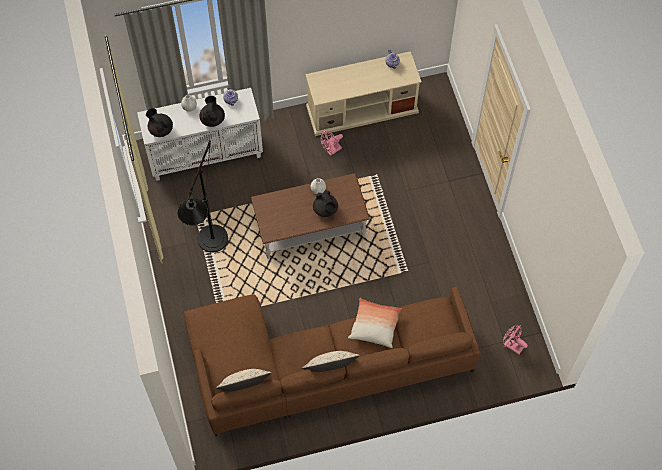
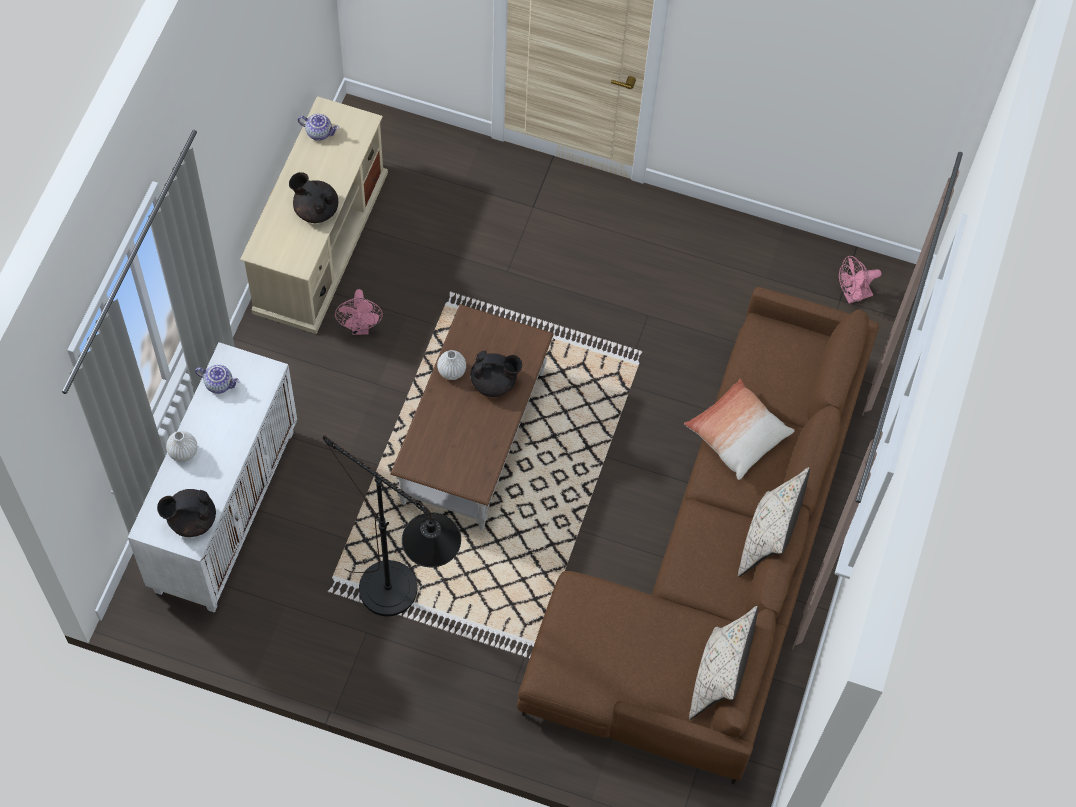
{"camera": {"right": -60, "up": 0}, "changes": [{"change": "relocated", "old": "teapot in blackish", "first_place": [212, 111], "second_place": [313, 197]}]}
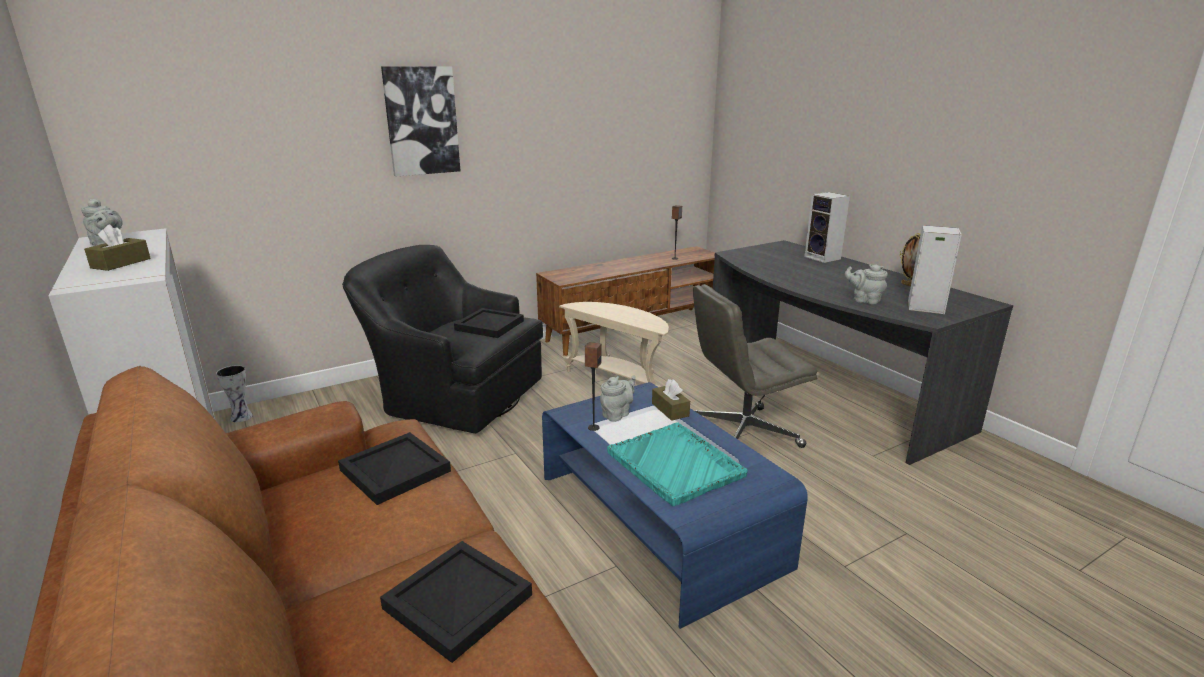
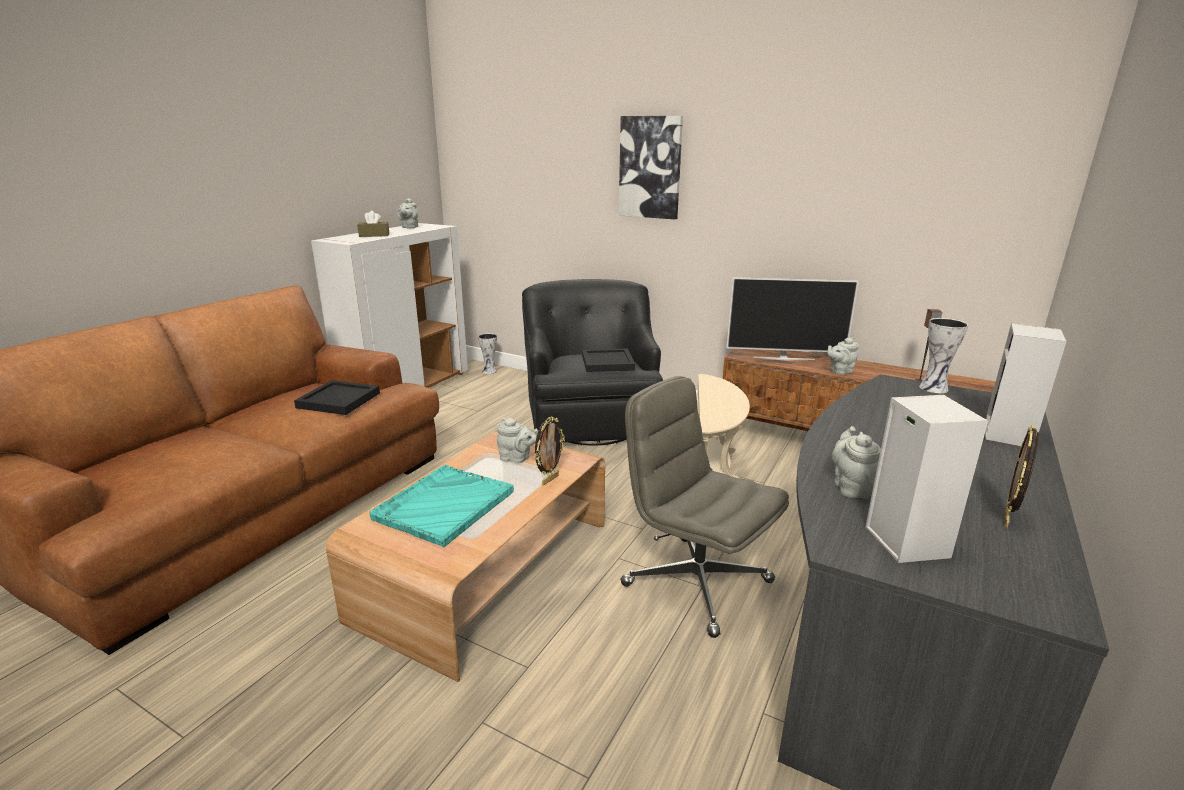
{"camera": {"right": 60, "up": 0}, "changes": [{"change": "missing", "old": "loudspeaker", "first_place": [593, 386]}, {"change": "exchanged", "old": "tissue holder in brownish", "new": "picture frame", "first_place": [671, 400], "second_place": [550, 451]}, {"change": "colour", "old": "coffee table in bluish", "new": "coffee table in brownish", "first_place": [675, 505], "second_place": [465, 556]}, {"change": "missing", "old": "tray in blackish", "first_place": [456, 602]}, {"change": "appeared", "new": "television", "second_place": [792, 318]}, {"change": "appeared", "new": "vase", "second_place": [943, 355]}, {"change": "appeared", "new": "teapot in grey", "second_place": [843, 356]}]}
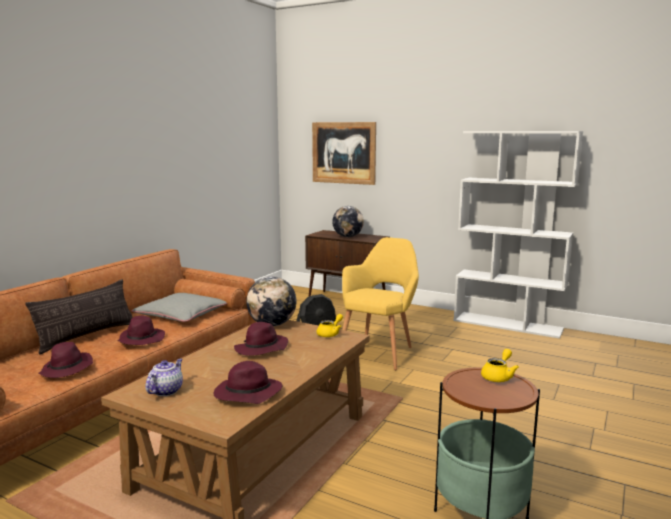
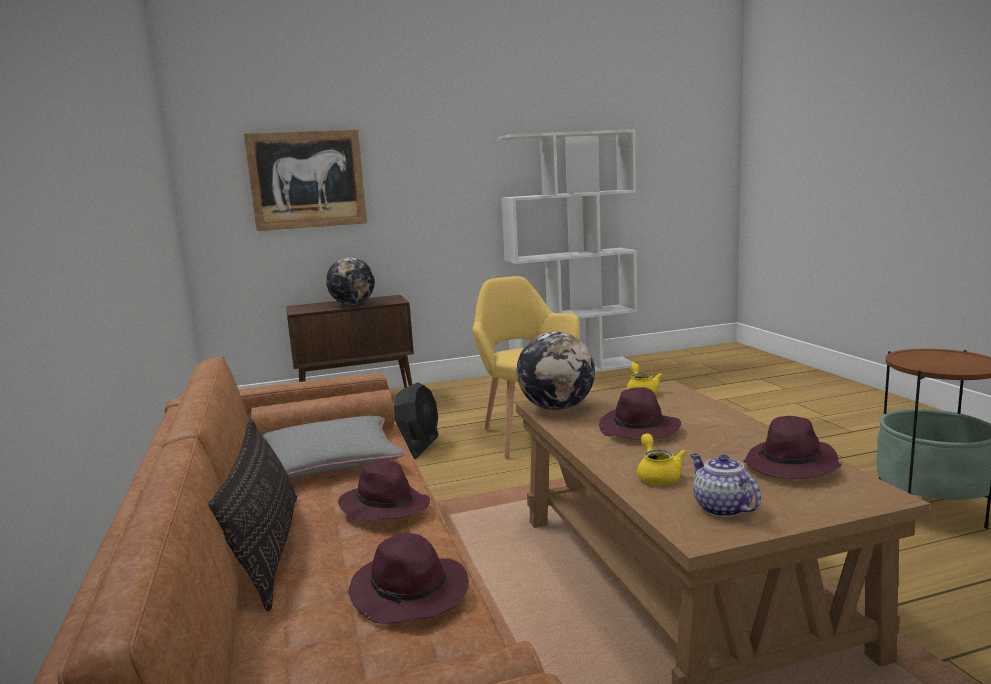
{"camera": {"right": -45, "up": 0}, "changes": [{"change": "relocated", "old": "teapot in yellow-coloured", "first_place": [500, 365], "second_place": [662, 459]}]}
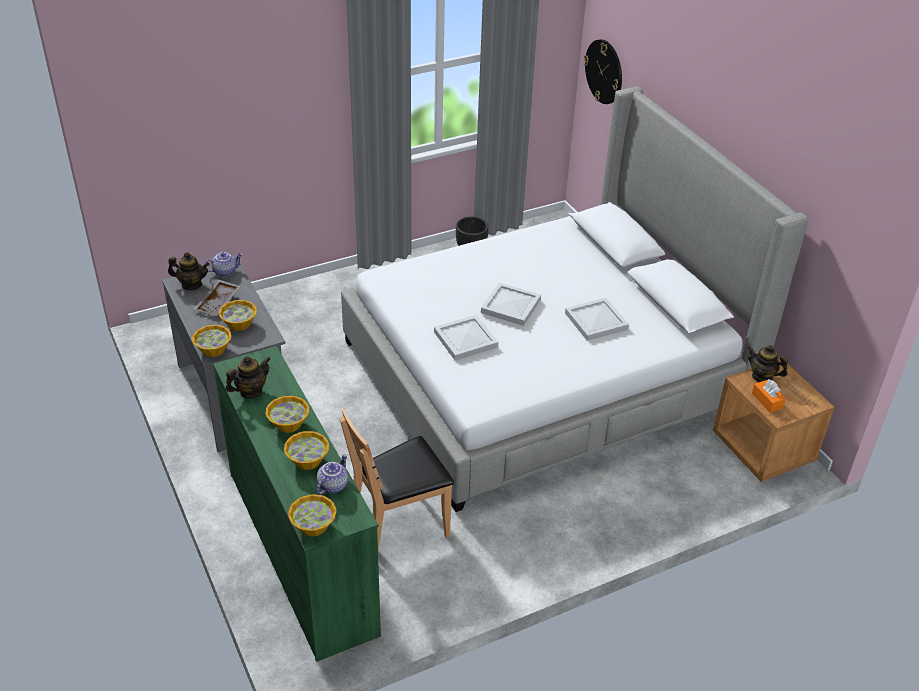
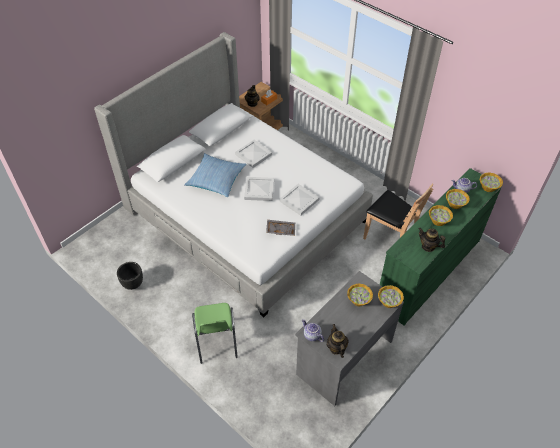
{"camera": {"right": -110, "up": 10}, "changes": [{"change": "missing", "old": "hanging clock", "first_place": [602, 71]}, {"change": "relocated", "old": "tray in grey", "first_place": [217, 298], "second_place": [280, 228]}, {"change": "appeared", "new": "throw pillow", "second_place": [215, 175]}, {"change": "appeared", "new": "plain chair in green-coloured", "second_place": [215, 333]}]}
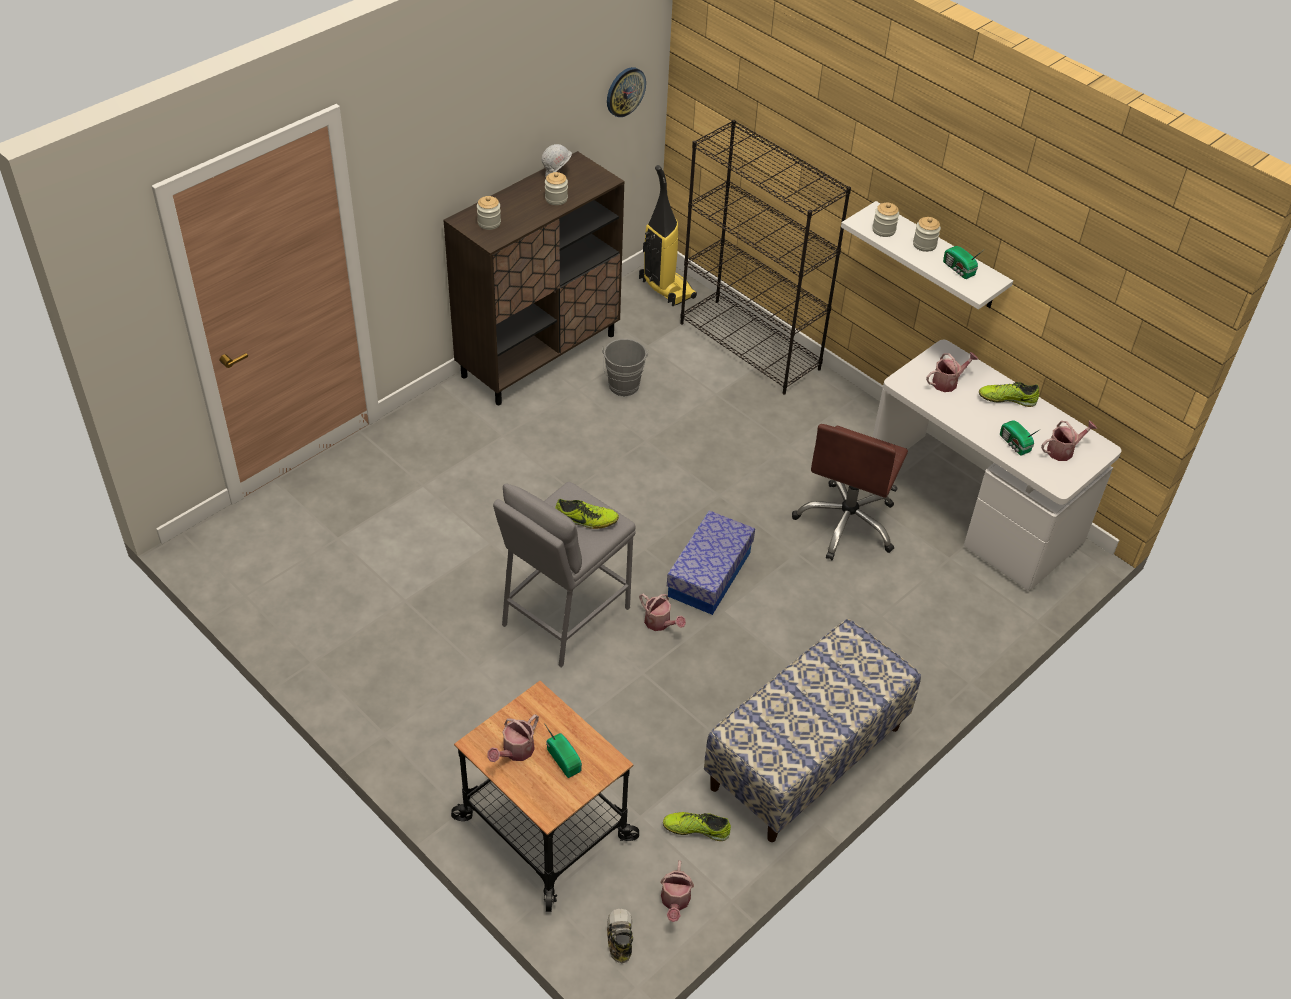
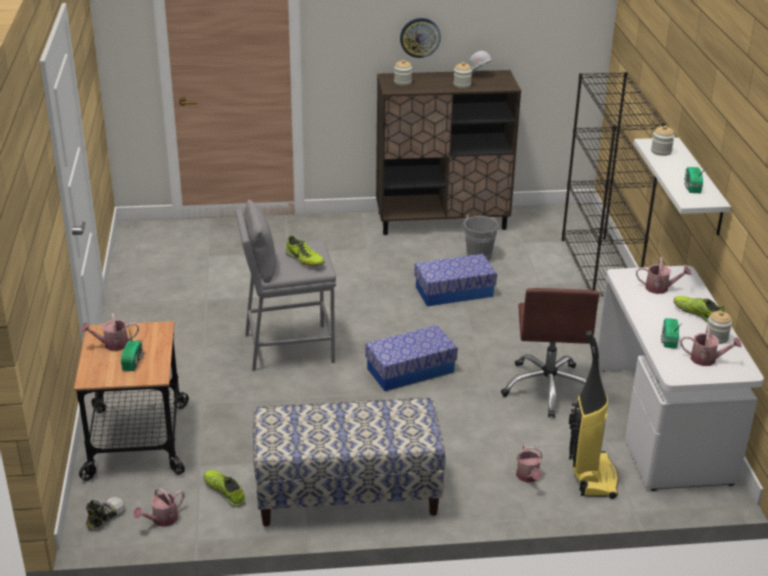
{"camera": {"right": 40, "up": -15}, "changes": [{"change": "relocated", "old": "hanging clock", "first_place": [626, 92], "second_place": [420, 38]}, {"change": "relocated", "old": "vacuum cleaner", "first_place": [668, 235], "second_place": [594, 415]}, {"change": "relocated", "old": "preserve jar", "first_place": [927, 234], "second_place": [719, 327]}, {"change": "spun", "old": "desk chair in brownish", "first_place": [850, 492], "second_place": [550, 353], "degrees": -60}, {"change": "relocated", "old": "watering can", "first_place": [662, 612], "second_place": [529, 463]}, {"change": "appeared", "new": "storage box", "second_place": [455, 280]}]}
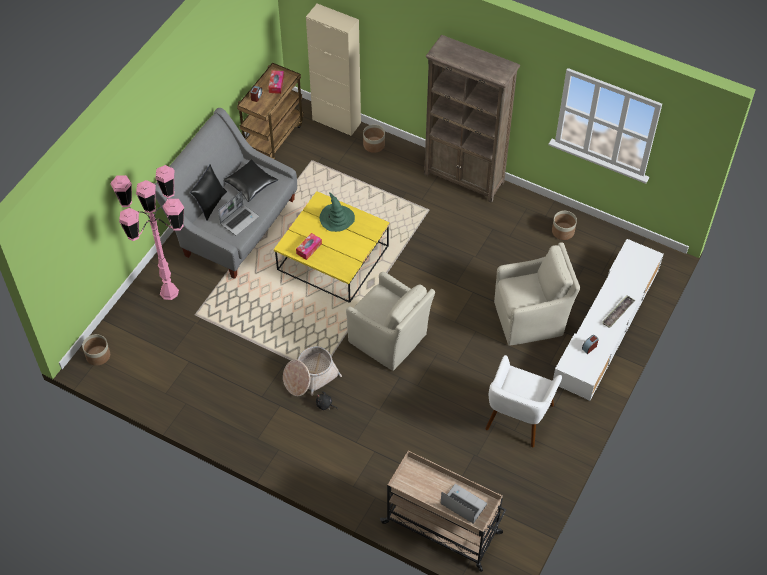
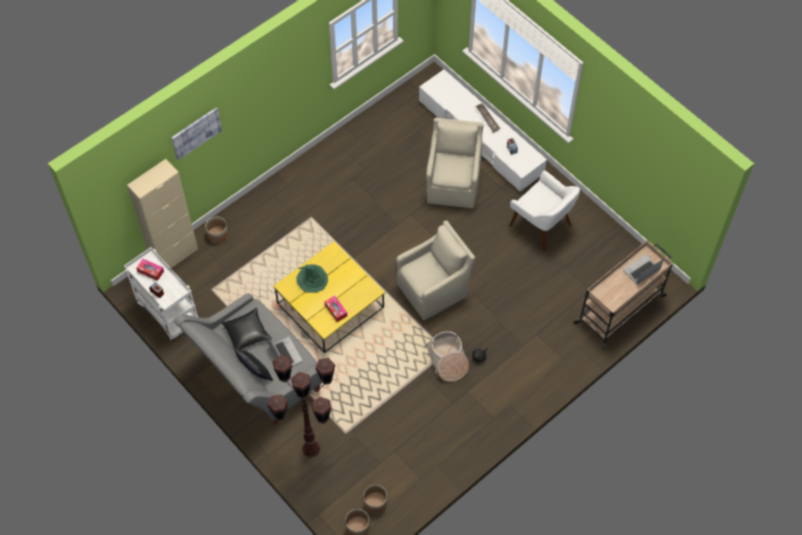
{"camera": {"right": -70, "up": 5}, "changes": [{"change": "missing", "old": "bookshelf in brownish", "first_place": [472, 119]}, {"change": "colour", "old": "trolley in brownish", "new": "trolley in white-coloured", "first_place": [270, 111], "second_place": [161, 294]}, {"change": "colour", "old": "floor lamp in pink-coloured", "new": "floor lamp in brownish", "first_place": [147, 232], "second_place": [301, 406]}, {"change": "relocated", "old": "planter", "first_place": [564, 225], "second_place": [375, 499]}, {"change": "appeared", "new": "picture", "second_place": [196, 134]}]}
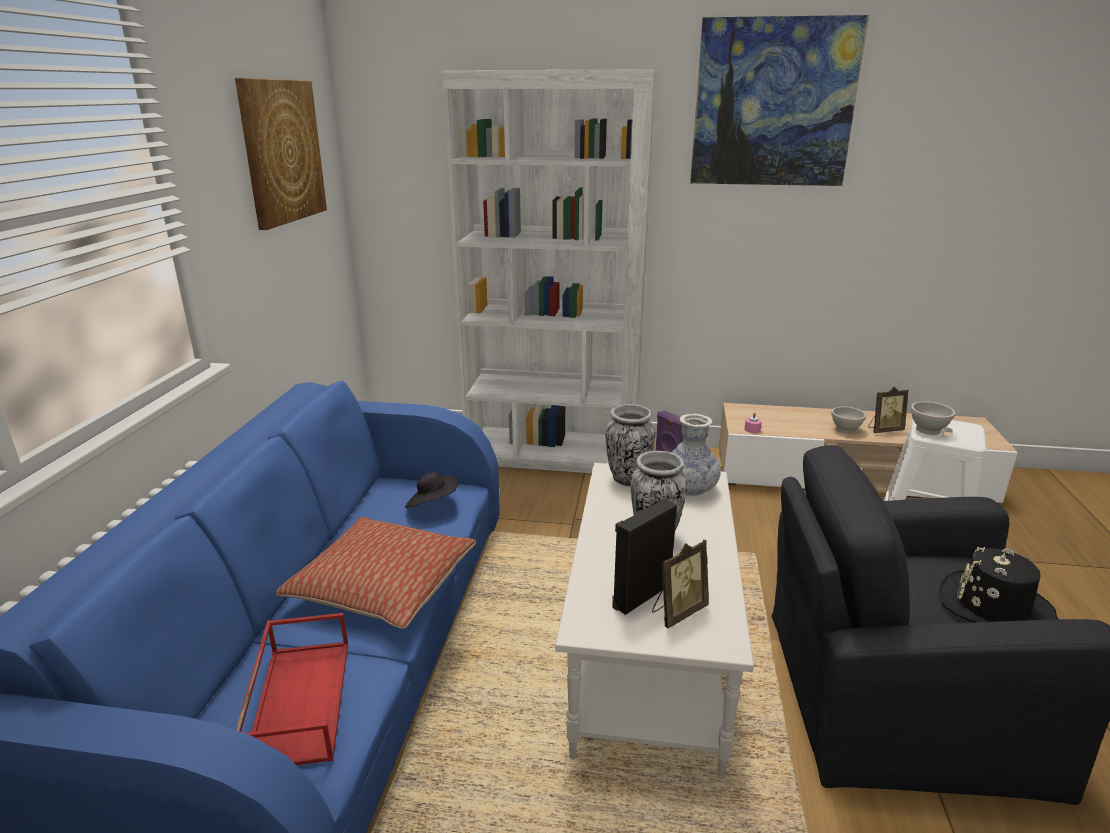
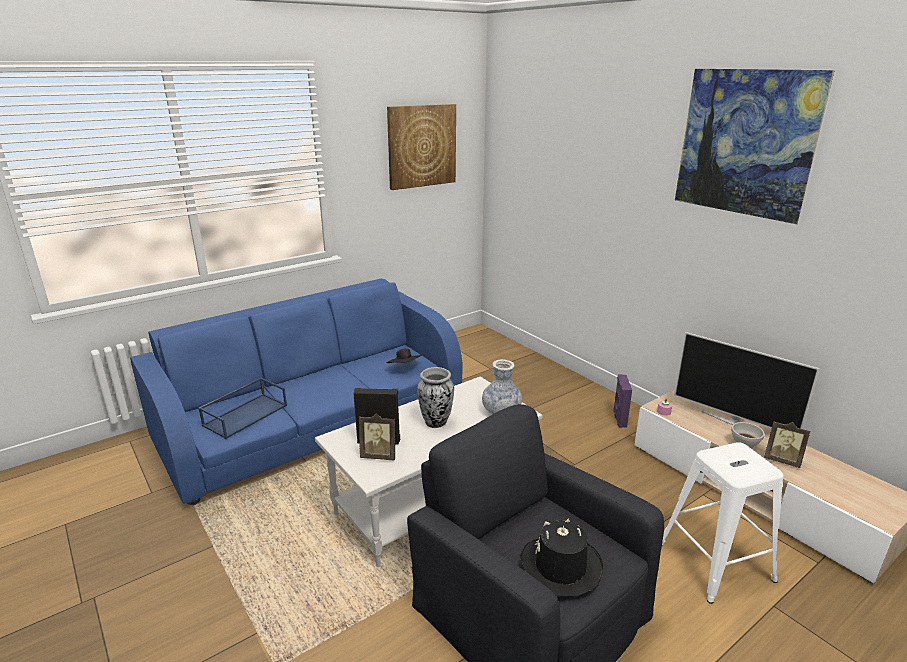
{"camera": {"right": 45, "up": 0}, "changes": [{"change": "missing", "old": "bookshelf in white-coloured", "first_place": [549, 271]}, {"change": "missing", "old": "deep dish in white-coloured", "first_place": [933, 418]}, {"change": "missing", "old": "vase", "first_place": [630, 445]}, {"change": "missing", "old": "throw pillow", "first_place": [375, 573]}, {"change": "colour", "old": "tray in reddish", "new": "tray in bluish", "first_place": [292, 689], "second_place": [242, 408]}, {"change": "appeared", "new": "television", "second_place": [747, 383]}]}
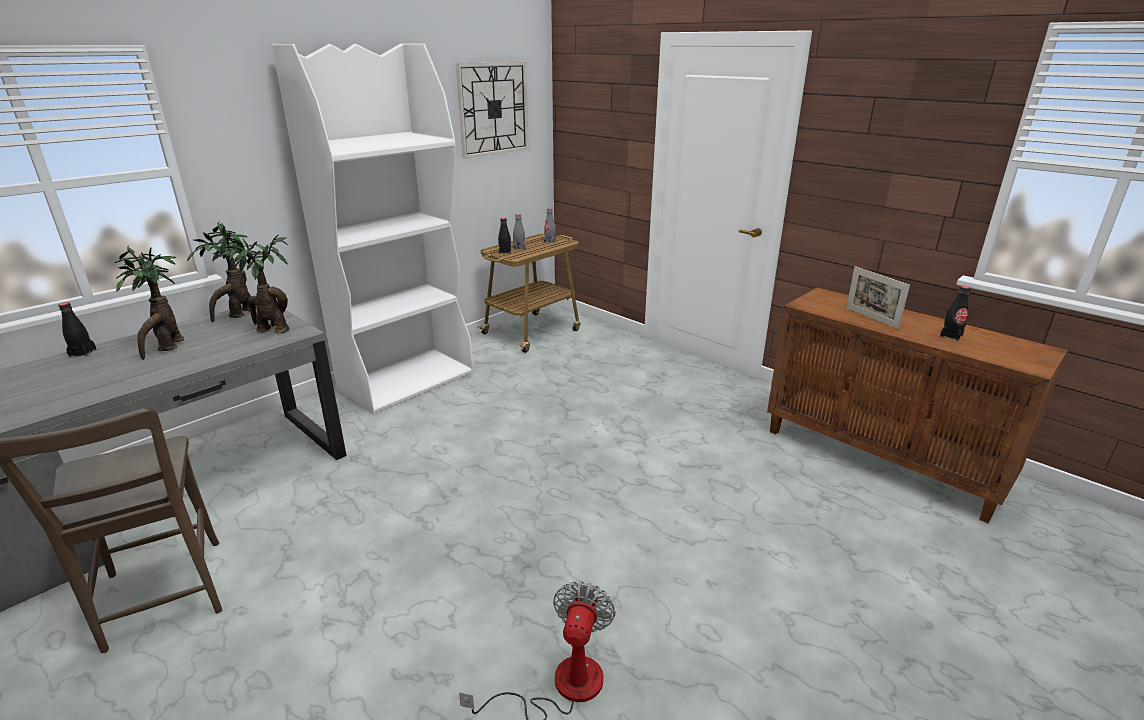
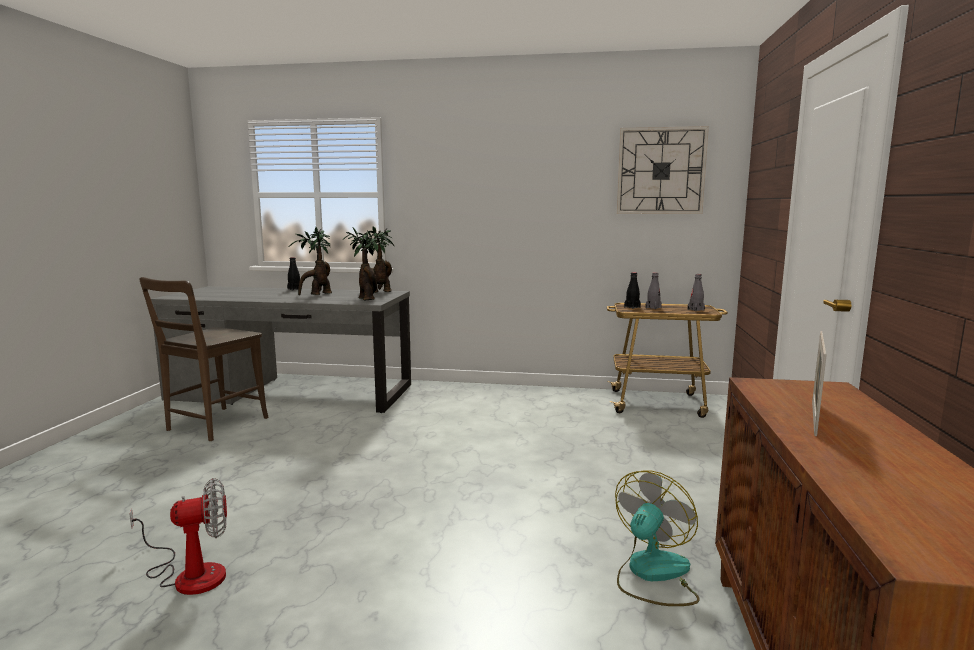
{"camera": {"right": 55, "up": -15}, "changes": [{"change": "missing", "old": "bookshelf in white-coloured", "first_place": [372, 229]}, {"change": "missing", "old": "drink bottle in blackish", "first_place": [955, 313]}, {"change": "appeared", "new": "electric fan", "second_place": [657, 538]}]}
